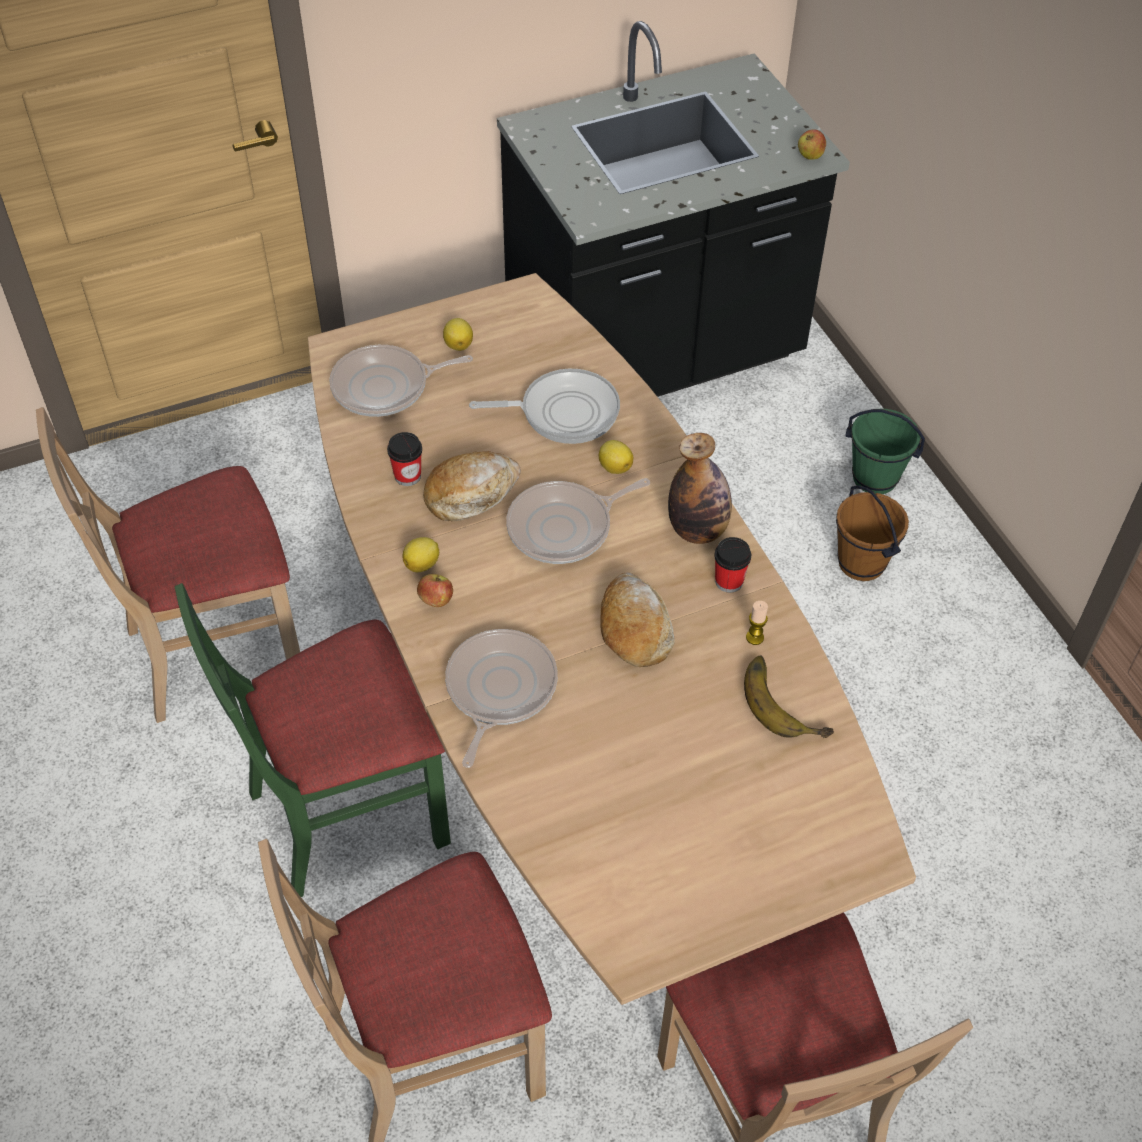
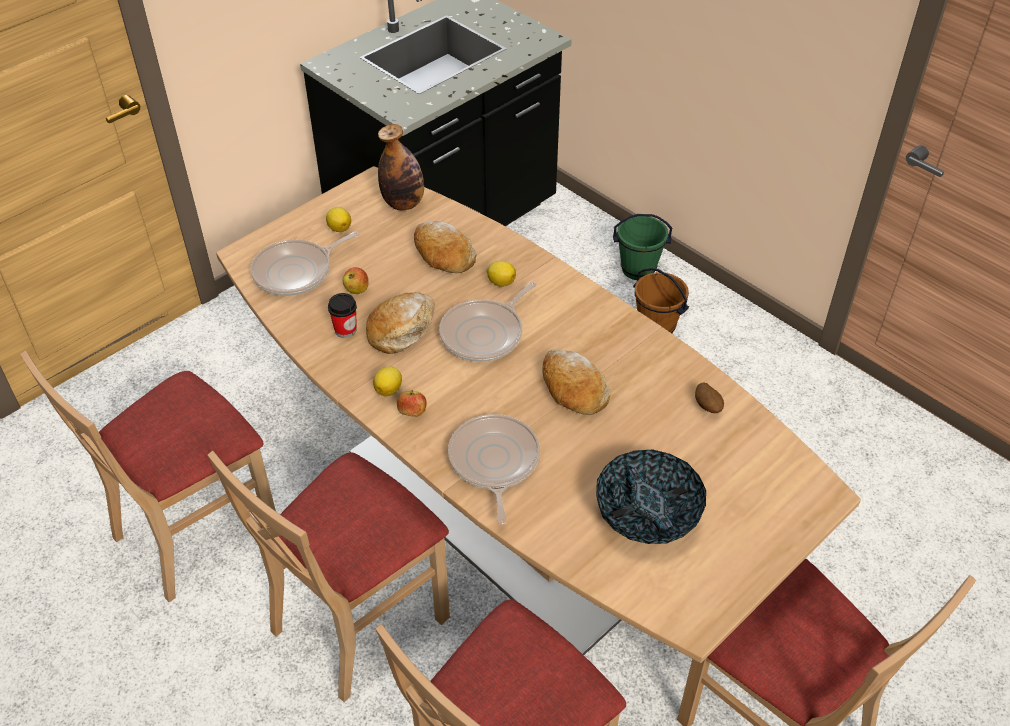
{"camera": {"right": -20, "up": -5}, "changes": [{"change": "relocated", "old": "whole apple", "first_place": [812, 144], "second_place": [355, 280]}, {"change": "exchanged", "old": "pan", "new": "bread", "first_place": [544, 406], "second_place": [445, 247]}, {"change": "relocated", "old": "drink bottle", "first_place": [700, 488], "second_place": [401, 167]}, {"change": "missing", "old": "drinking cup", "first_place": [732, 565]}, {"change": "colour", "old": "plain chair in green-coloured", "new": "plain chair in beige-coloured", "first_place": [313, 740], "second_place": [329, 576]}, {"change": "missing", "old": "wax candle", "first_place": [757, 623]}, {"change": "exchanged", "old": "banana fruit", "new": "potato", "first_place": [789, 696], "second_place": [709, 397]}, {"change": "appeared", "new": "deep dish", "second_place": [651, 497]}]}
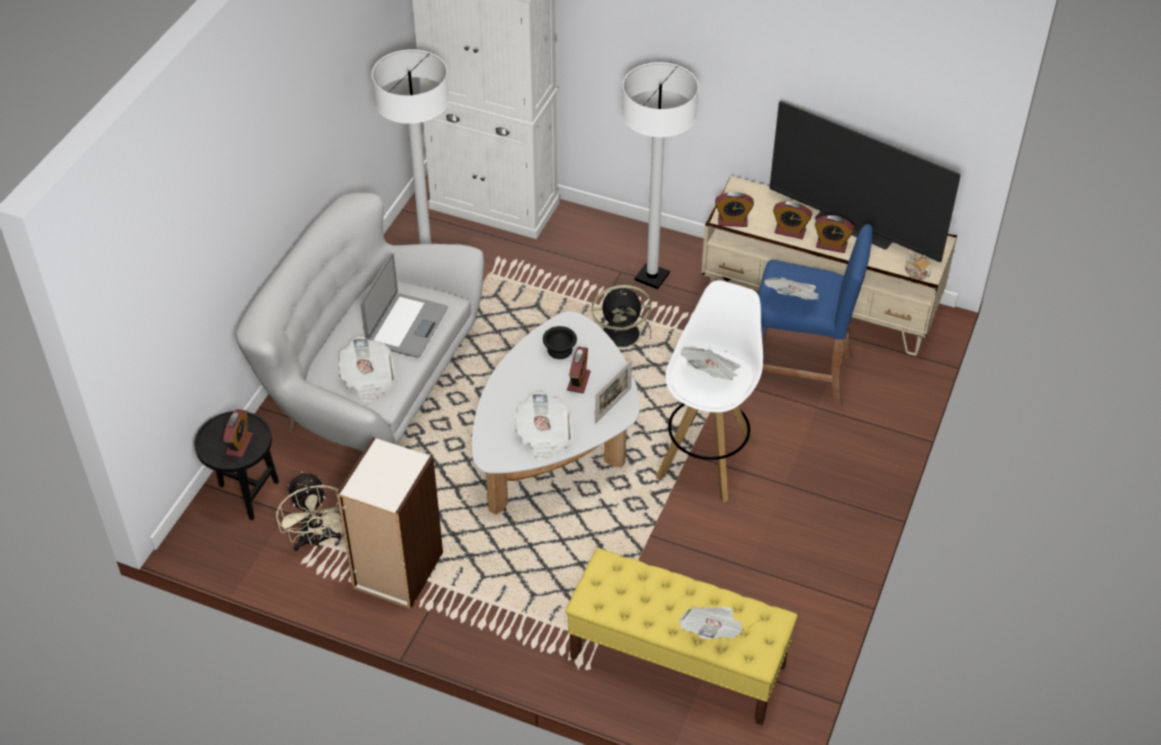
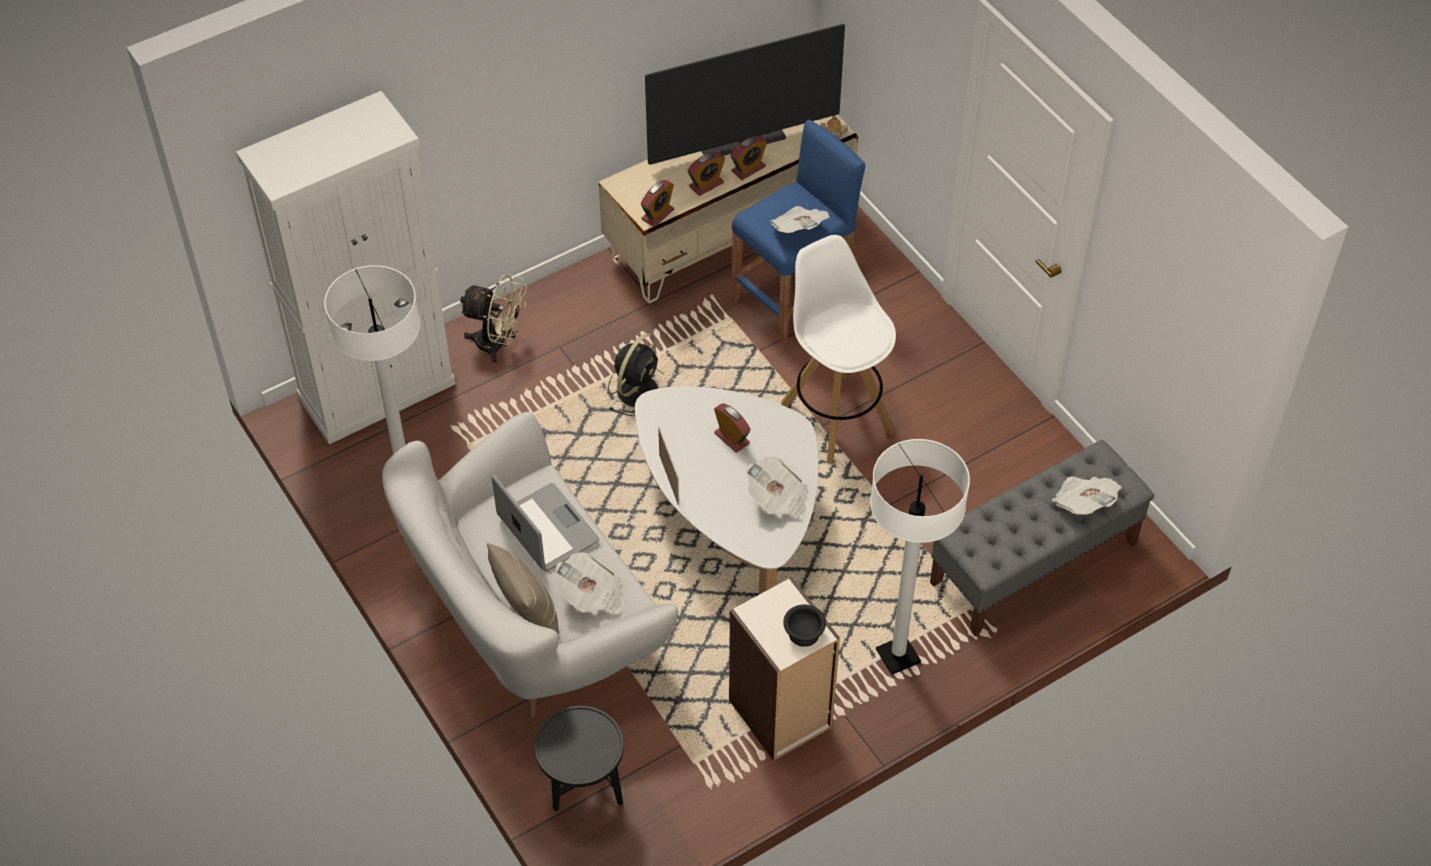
{"camera": {"right": -55, "up": 5}, "changes": [{"change": "relocated", "old": "floor lamp in white-coloured", "first_place": [660, 175], "second_place": [920, 557]}, {"change": "relocated", "old": "deep dish in blackish", "first_place": [560, 342], "second_place": [804, 625]}, {"change": "missing", "old": "daily paper", "first_place": [711, 364]}, {"change": "relocated", "old": "picture frame", "first_place": [613, 391], "second_place": [668, 466]}, {"change": "missing", "old": "table clock", "first_place": [238, 433]}, {"change": "relocated", "old": "electric fan in beige-coloured", "first_place": [309, 511], "second_place": [493, 318]}, {"change": "colour", "old": "bench in yellow-coloured", "new": "bench in grey", "first_place": [682, 636], "second_place": [1042, 538]}, {"change": "appeared", "new": "throw pillow in beige-coloured", "second_place": [523, 589]}]}
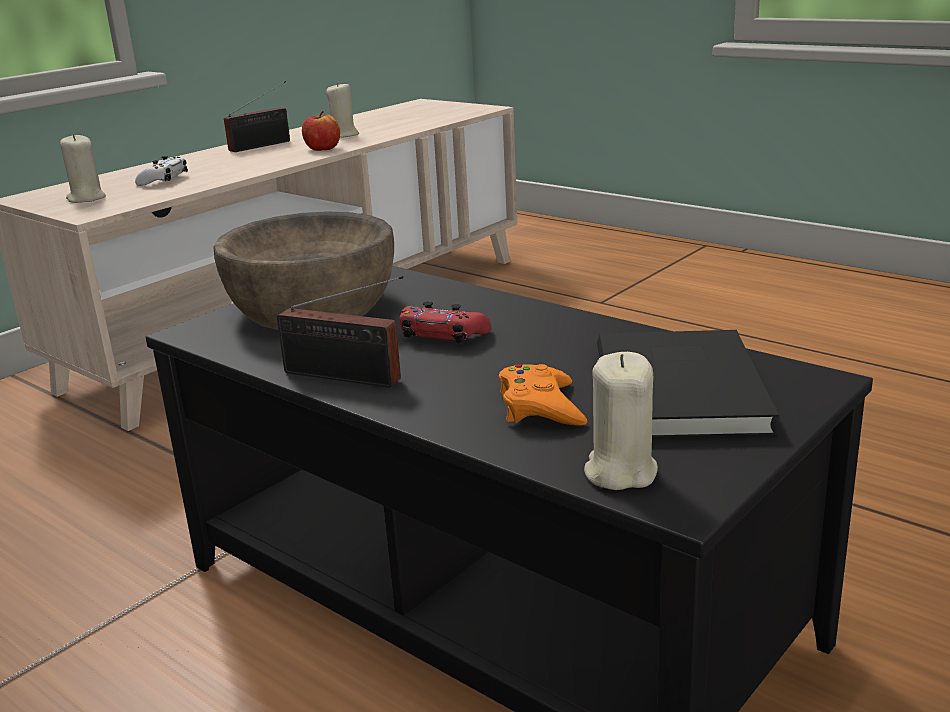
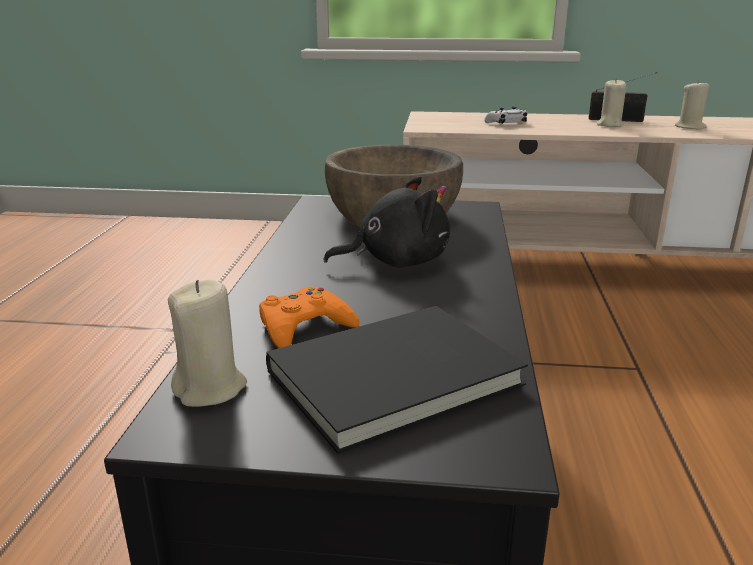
{"camera": {"right": 55, "up": 0}, "changes": [{"change": "missing", "old": "whole apple", "first_place": [321, 131]}, {"change": "relocated", "old": "wax candle in beige-coloured", "first_place": [83, 168], "second_place": [612, 102]}, {"change": "missing", "old": "radio set", "first_place": [340, 332]}, {"change": "exchanged", "old": "game controller in reddish", "new": "soft toy in blackish", "first_place": [445, 322], "second_place": [387, 222]}]}
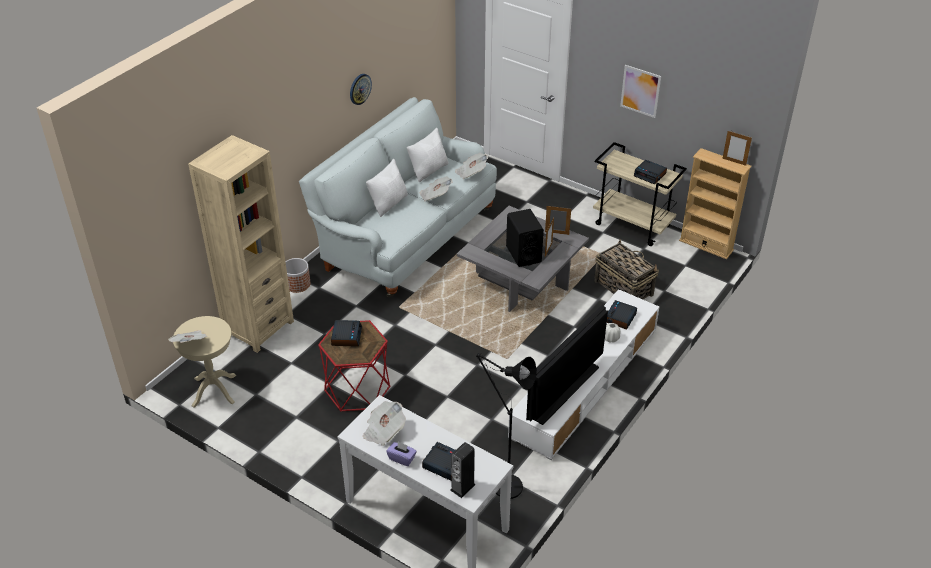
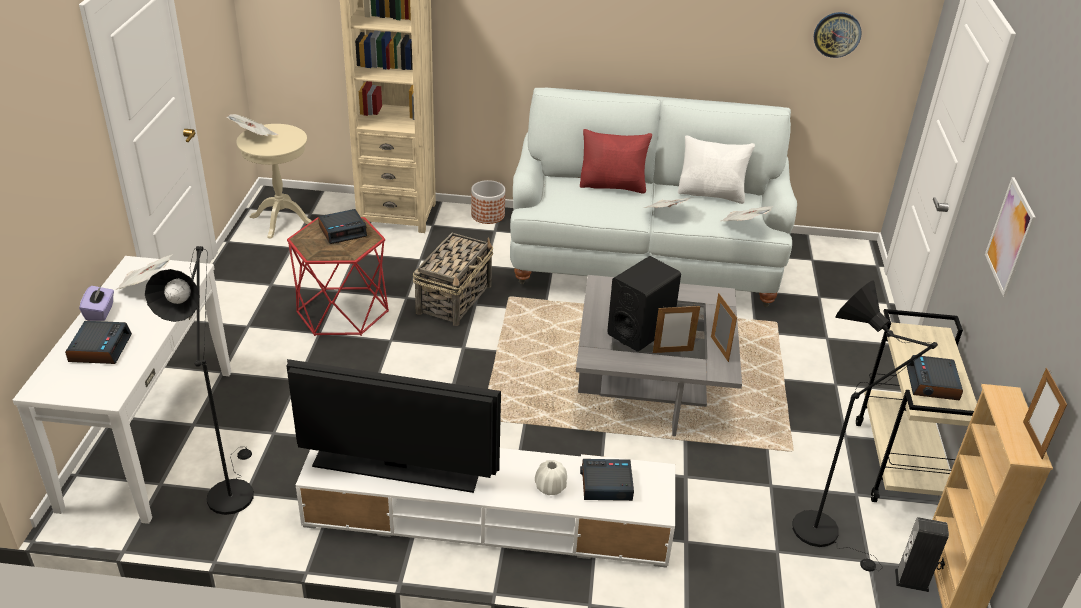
{"camera": {"right": 60, "up": -5}, "changes": [{"change": "relocated", "old": "hanging clock", "first_place": [361, 89], "second_place": [838, 35]}, {"change": "colour", "old": "throw pillow in white-coloured", "new": "throw pillow in reddish", "first_place": [387, 188], "second_place": [616, 161]}, {"change": "relocated", "old": "basket", "first_place": [626, 269], "second_place": [453, 279]}, {"change": "relocated", "old": "loudspeaker", "first_place": [463, 470], "second_place": [922, 554]}, {"change": "appeared", "new": "floor lamp in blackish", "second_place": [865, 425]}]}
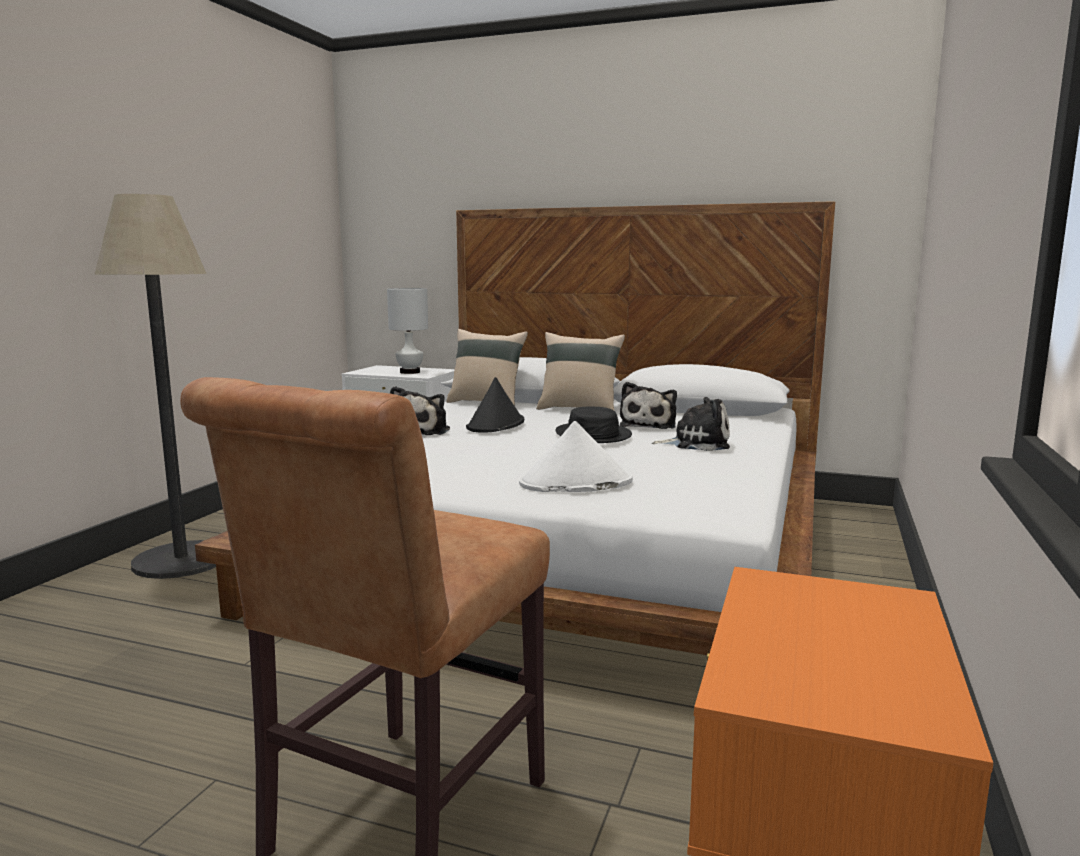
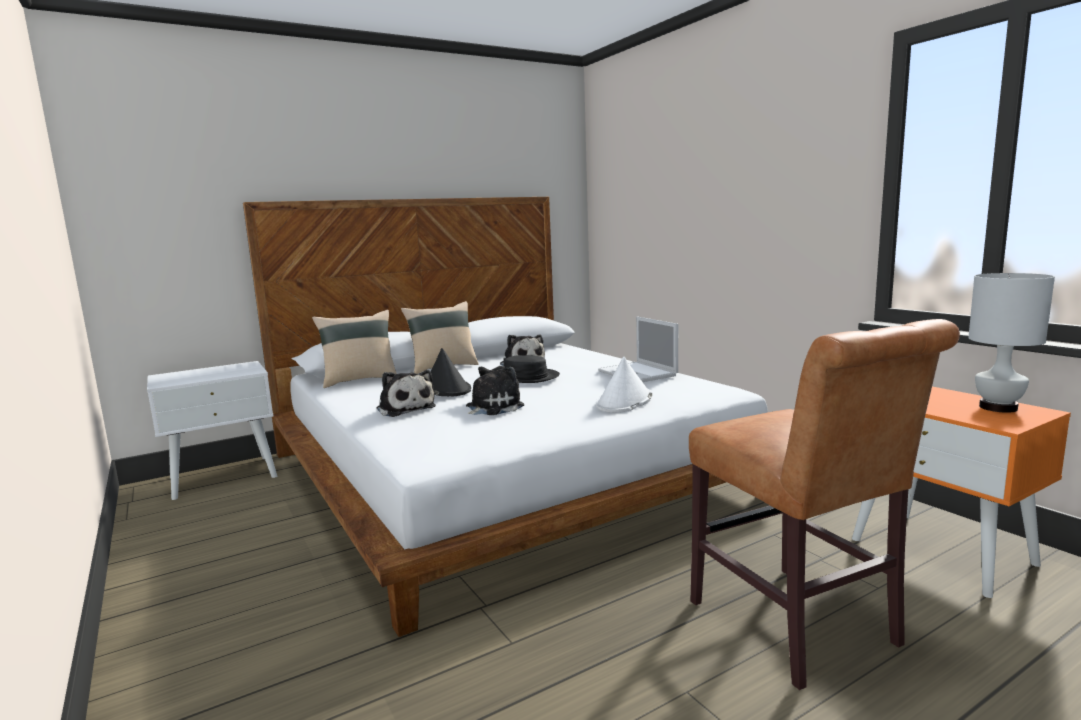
{"camera": {"right": -50, "up": 0}, "changes": [{"change": "missing", "old": "floor lamp", "first_place": [155, 386]}, {"change": "relocated", "old": "lamp for a table in white-coloured", "first_place": [407, 331], "second_place": [1011, 343]}, {"change": "relocated", "old": "soft toy", "first_place": [691, 424], "second_place": [495, 390]}, {"change": "appeared", "new": "notebook computer", "second_place": [638, 349]}]}
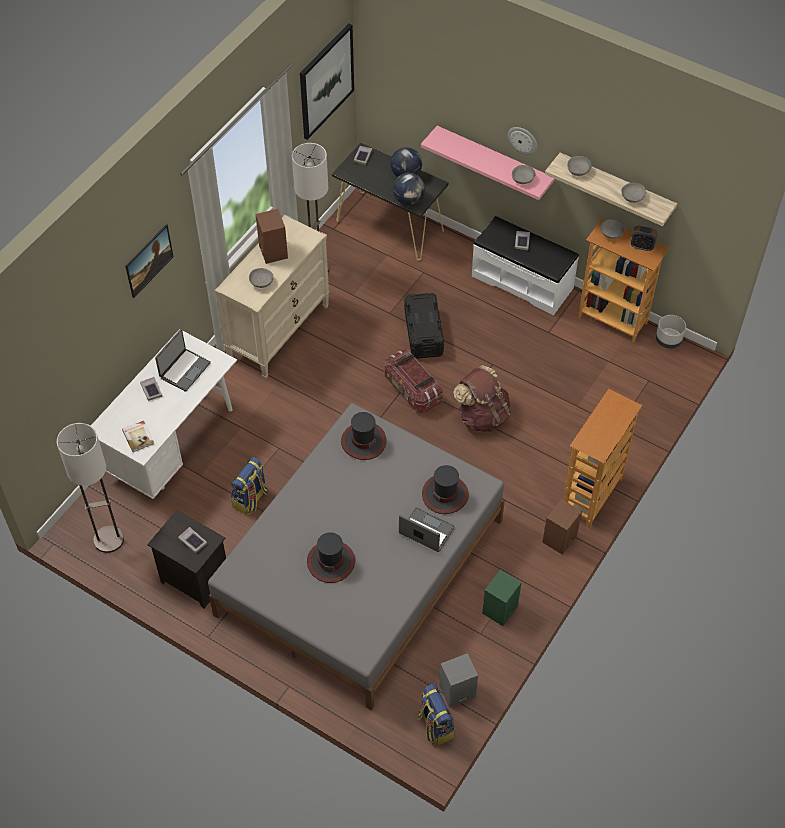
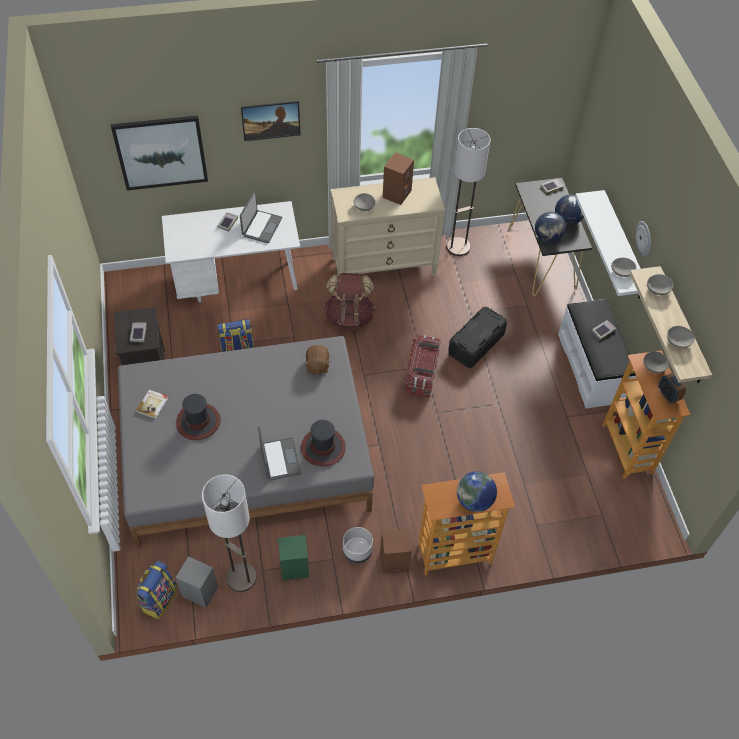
{"camera": {"right": 45, "up": 0}, "changes": [{"change": "relocated", "old": "picture", "first_place": [327, 82], "second_place": [159, 153]}, {"change": "colour", "old": "wall shelf in pink-coloured", "new": "wall shelf in white-coloured", "first_place": [488, 163], "second_place": [608, 244]}, {"change": "relocated", "old": "planter in grey", "first_place": [671, 332], "second_place": [358, 545]}, {"change": "spun", "old": "notebook computer", "first_place": [183, 360], "second_place": [261, 216], "degrees": -60}, {"change": "relocated", "old": "backpack in brownish", "first_place": [482, 398], "second_place": [349, 302]}, {"change": "exchanged", "old": "hat", "new": "soft toy in brownish", "first_place": [364, 436], "second_place": [317, 360]}, {"change": "relocated", "old": "volume", "first_place": [138, 436], "second_place": [152, 404]}, {"change": "relocated", "old": "floor lamp", "first_place": [90, 488], "second_place": [229, 533]}, {"change": "appeared", "new": "desk globe", "second_place": [477, 492]}]}
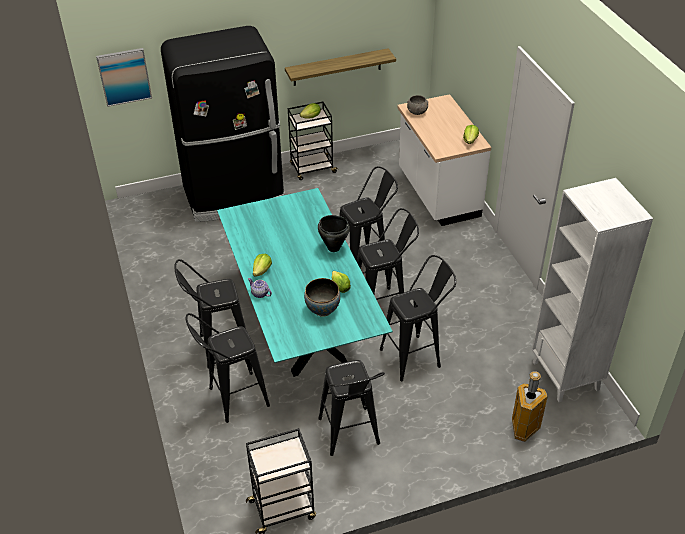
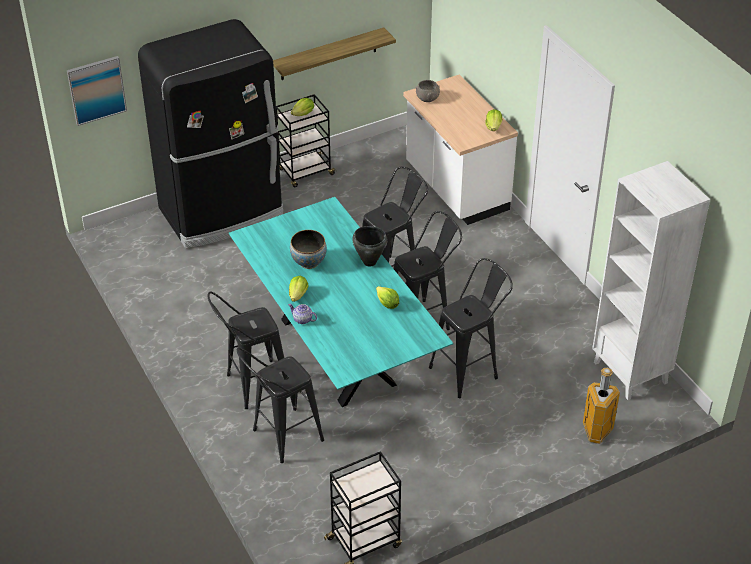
{"camera": {"right": -10, "up": 0}, "changes": [{"change": "relocated", "old": "deep dish", "first_place": [322, 297], "second_place": [308, 249]}, {"change": "missing", "old": "sitting stool in blackish", "first_place": [351, 408]}]}
